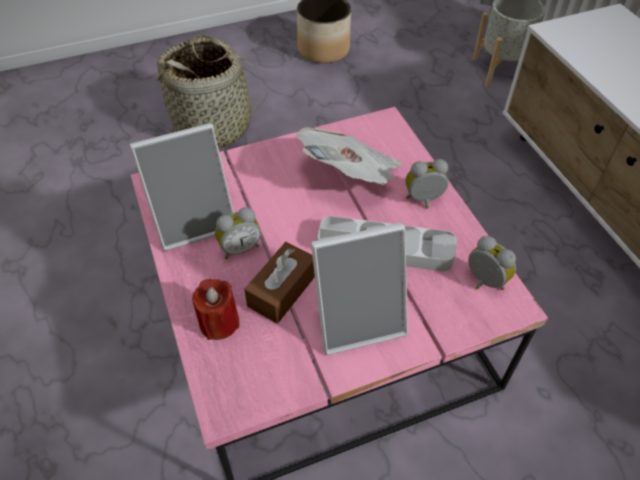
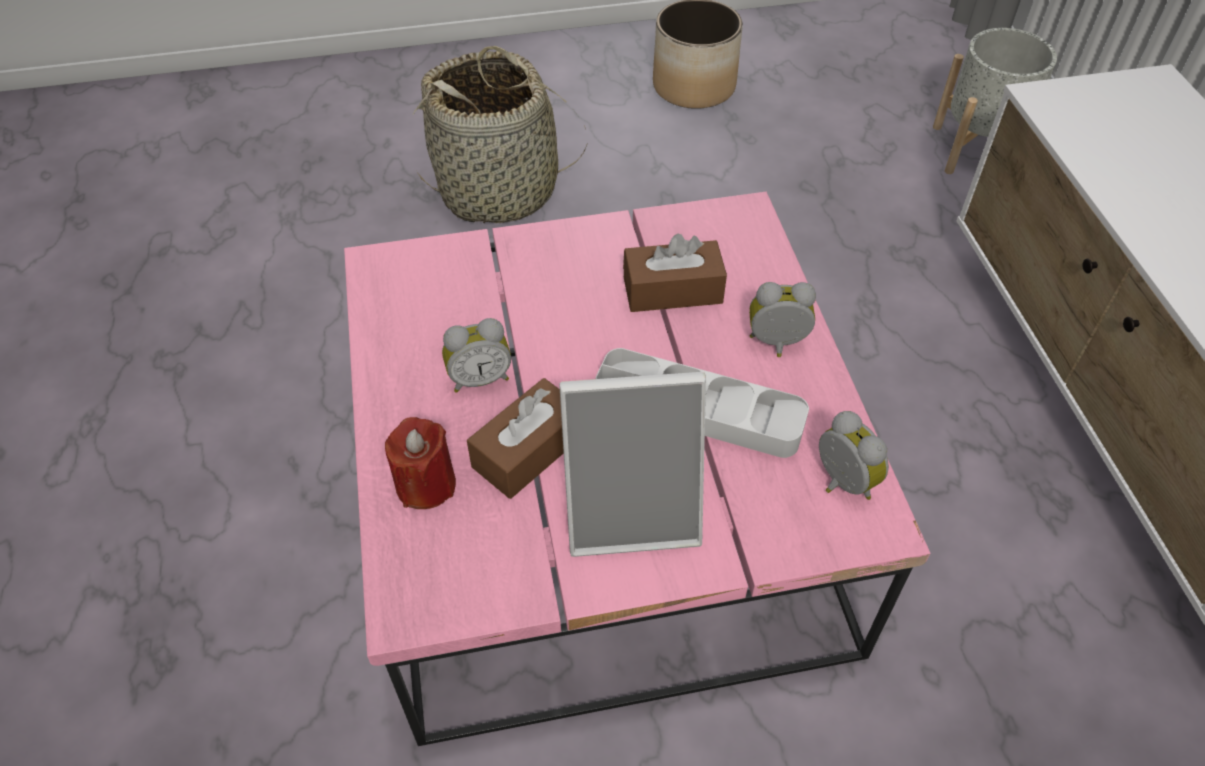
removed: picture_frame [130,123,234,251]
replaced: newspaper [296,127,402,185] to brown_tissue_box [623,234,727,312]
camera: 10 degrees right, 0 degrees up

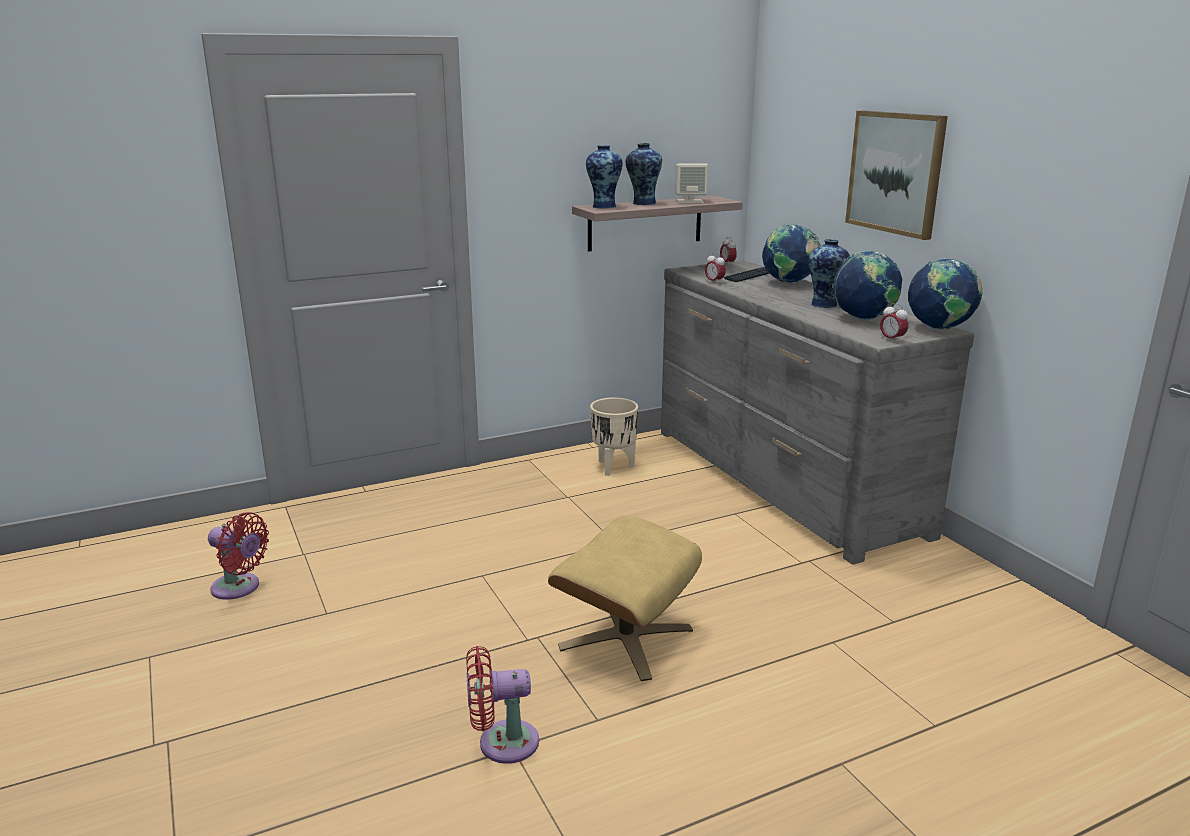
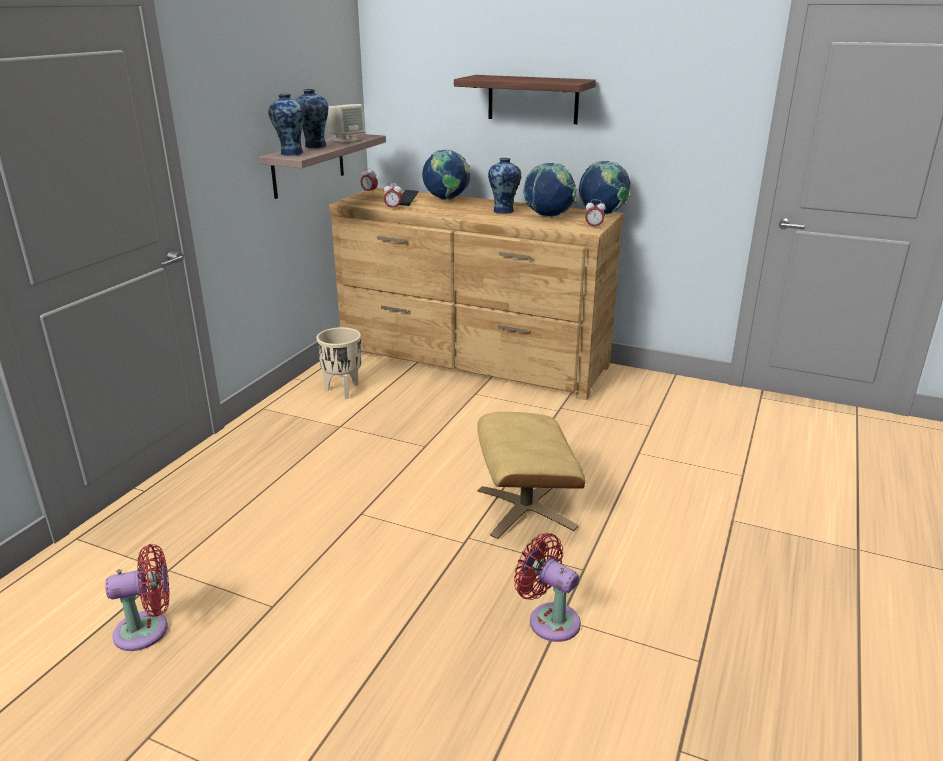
replaced: picture [845,111,948,240] to shelf [454,75,596,124]
recoloured: grey_dresser [661,260,974,565] to brown_dresser [329,187,624,400]
turned: red_fan [466,646,539,764] = [514,533,581,642] 90 degrees clockwise
camera: 40 degrees left, 5 degrees up

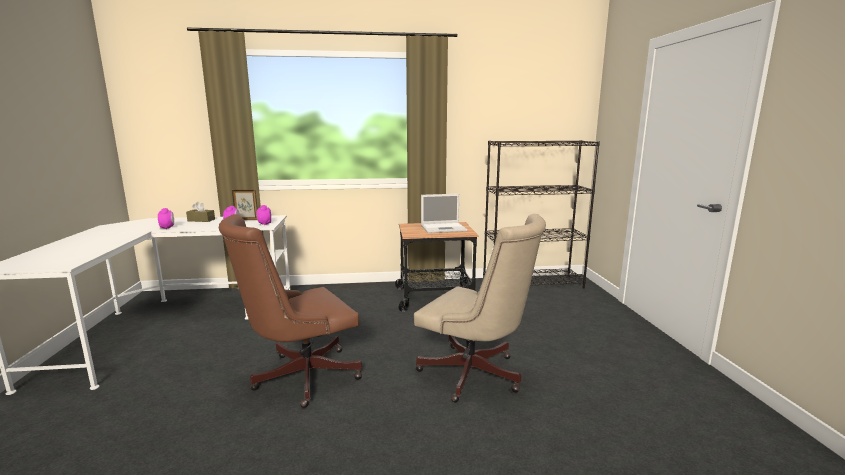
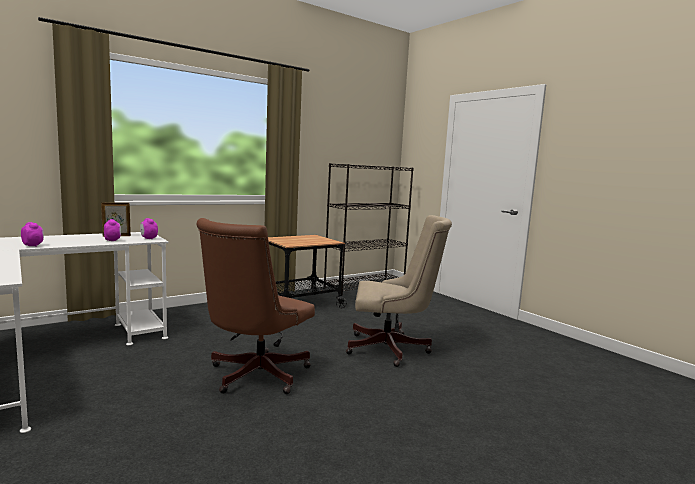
removed: brown_tissue_box [186,202,215,222]; laptop [421,194,467,233]
camera: 30 degrees left, 5 degrees down

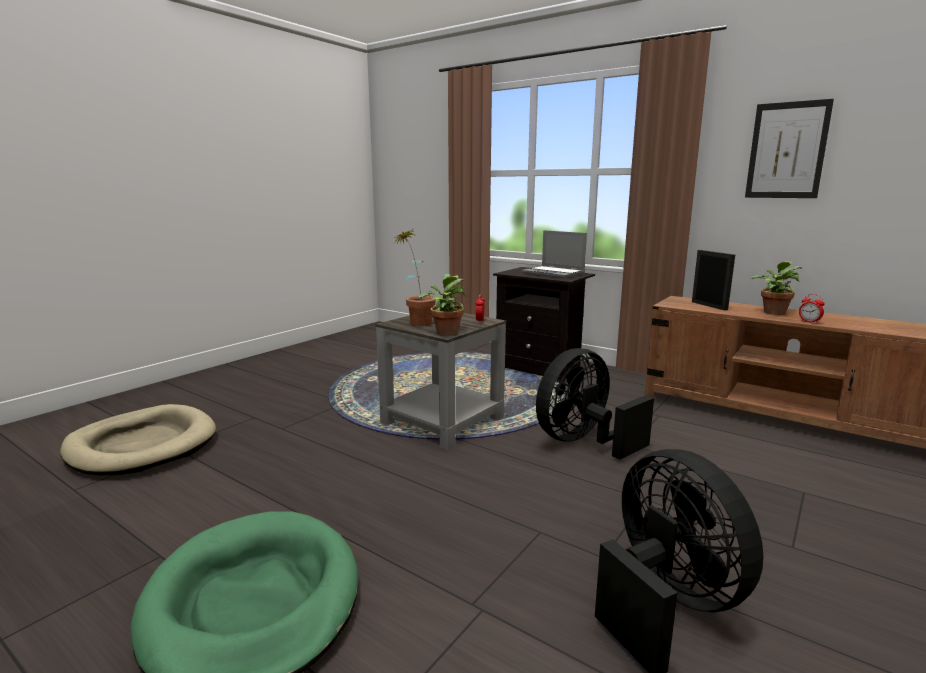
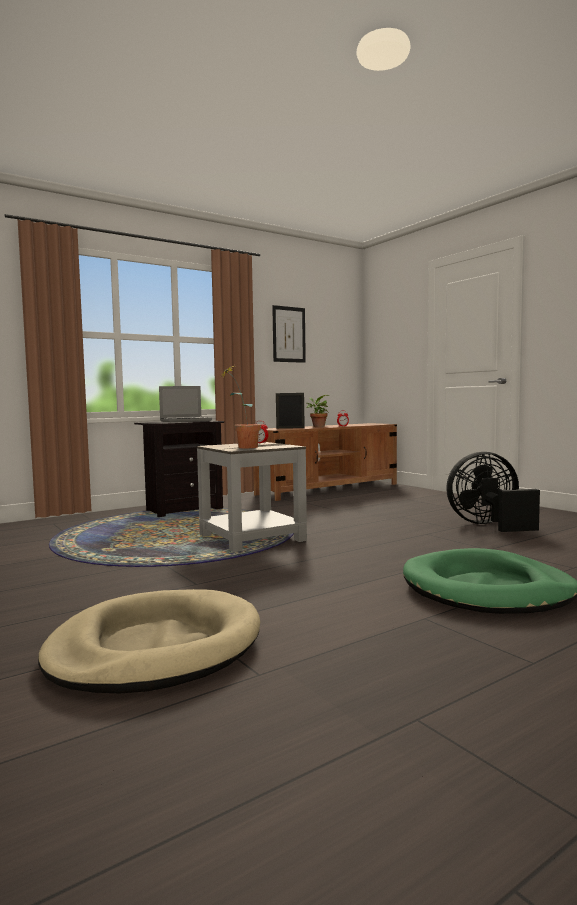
removed: potted_plant [418,274,466,336]; black_fan [536,348,654,460]
camera: 70 degrees left, 10 degrees down

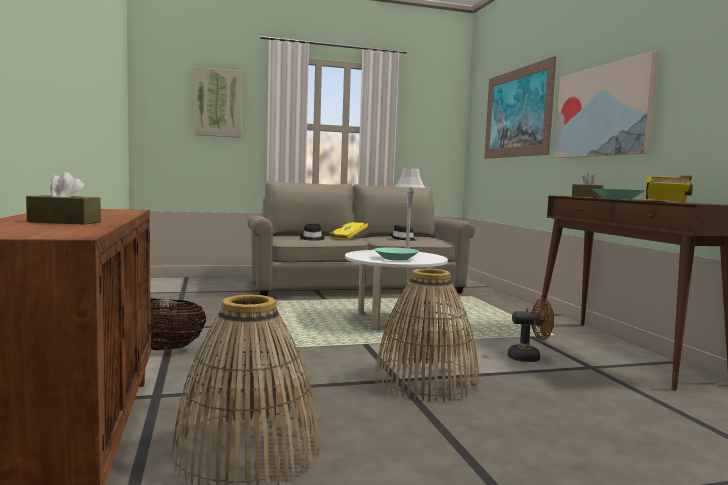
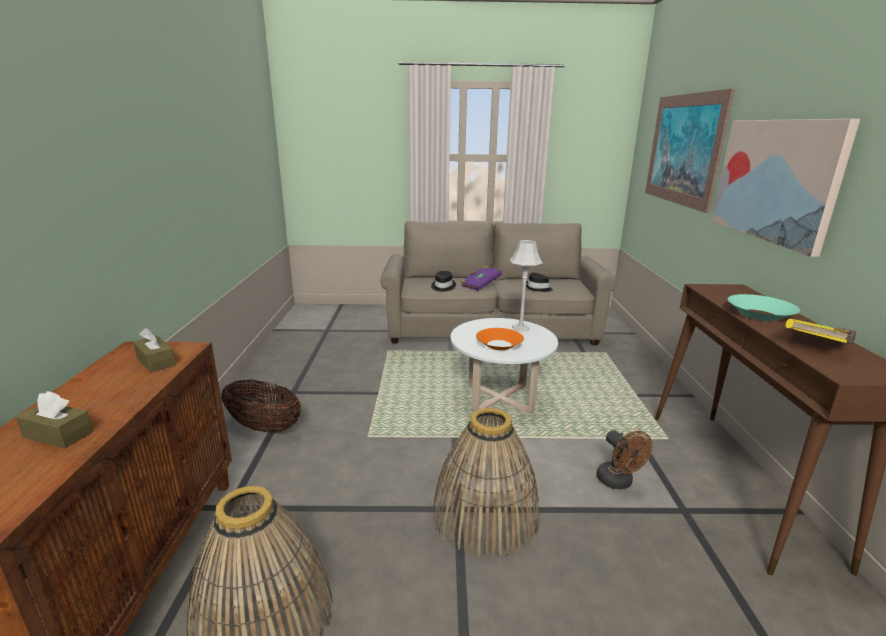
removed: picture [195,67,242,138]
moved: brown_tissue_box [572,173,604,197] to [133,328,176,372]
recoloured: yellow_book [329,221,368,240] to purple_book [461,266,502,291]; turquoise_bowl [374,247,419,261] to orange_bowl [476,328,524,350]
turned: brown_fan [508,298,554,362] = [596,430,653,490] 45 degrees clockwise
camera: 15 degrees right, 15 degrees up

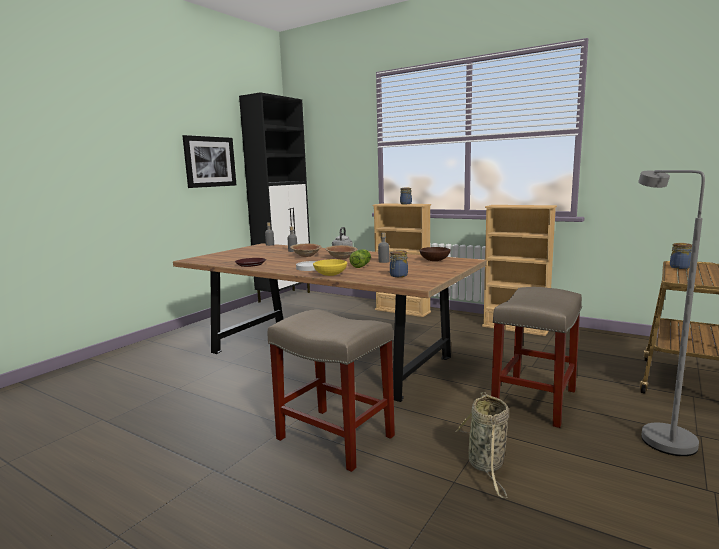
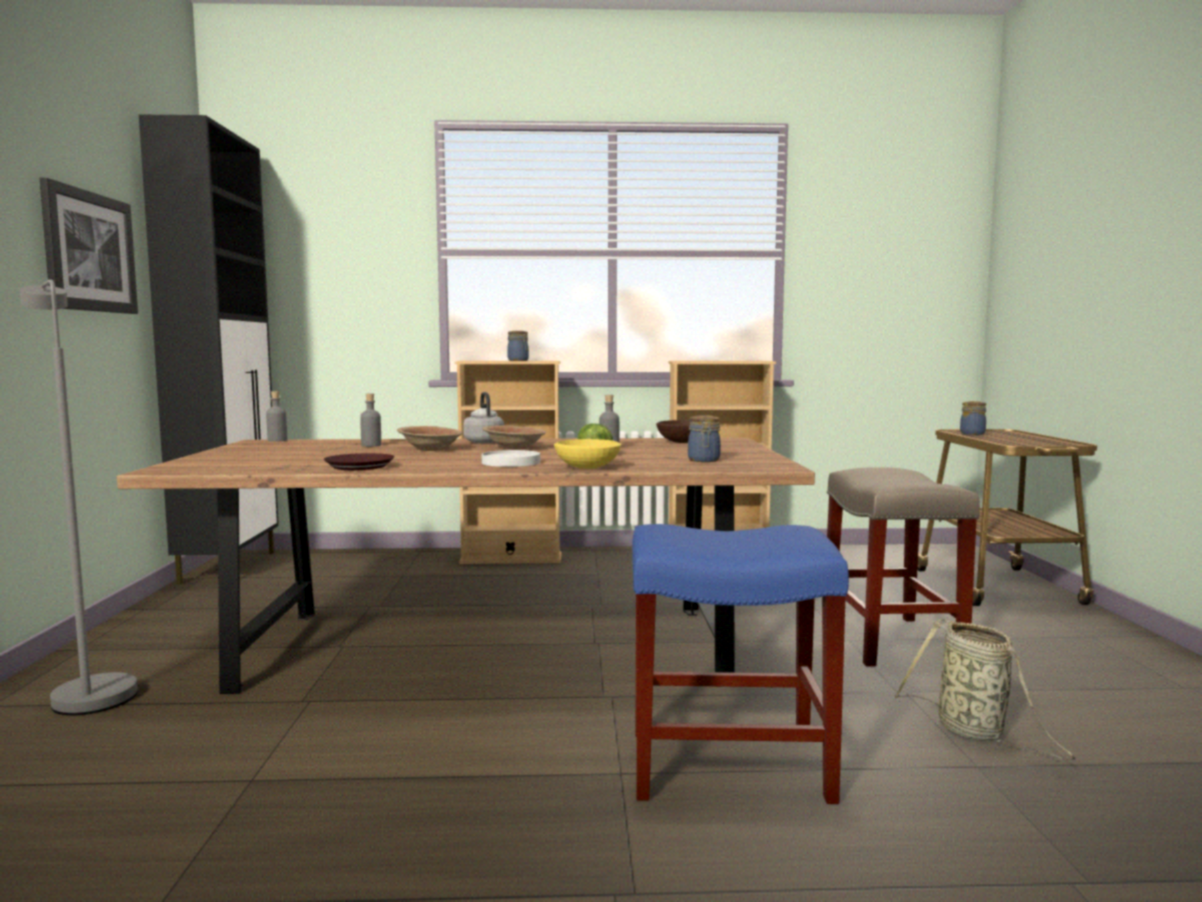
moved: grey_floor_lamp [638,170,705,456] to [20,279,138,716]
recoloured: beige_stool [267,309,395,472] to blue_stool [632,524,849,804]
camera: 35 degrees left, 5 degrees down

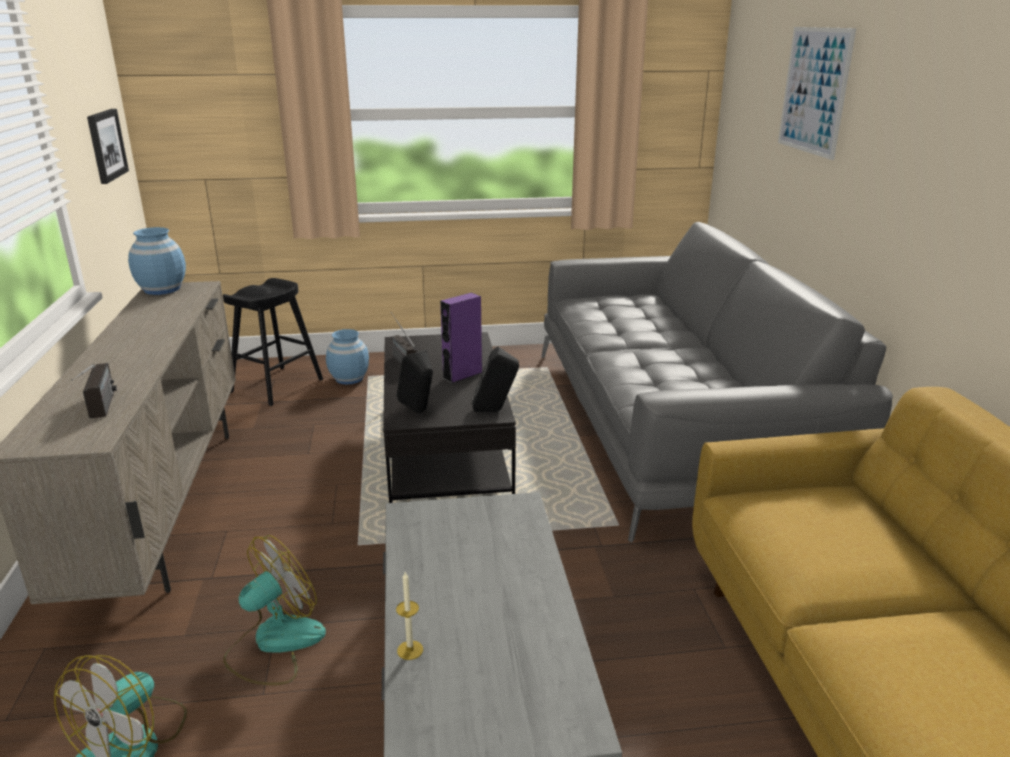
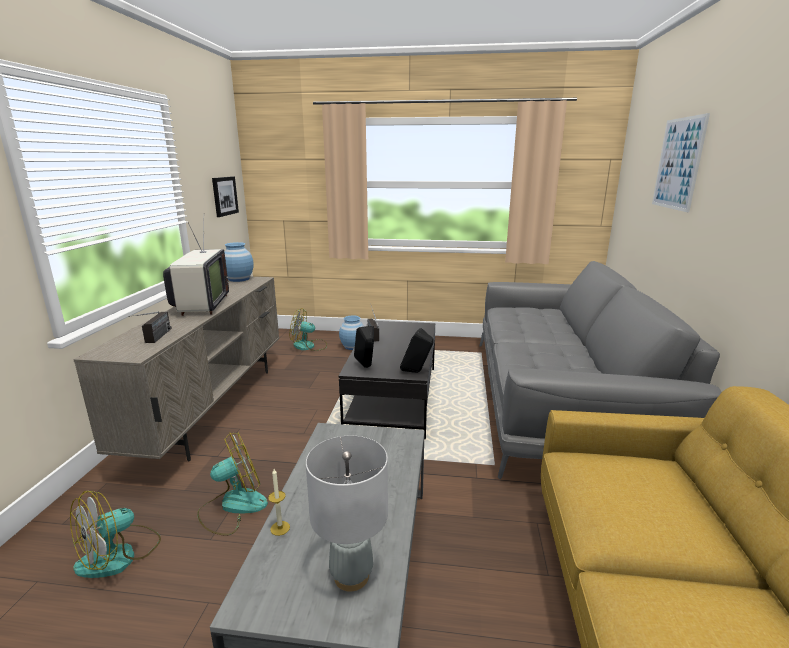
removed: purple_speaker [440,293,482,383]
added: television [163,223,229,316]; grey_table_lamp [306,436,388,592]
replaced: black_stool [223,278,323,406] to fan [290,308,327,351]
camera: 15 degrees right, 5 degrees down

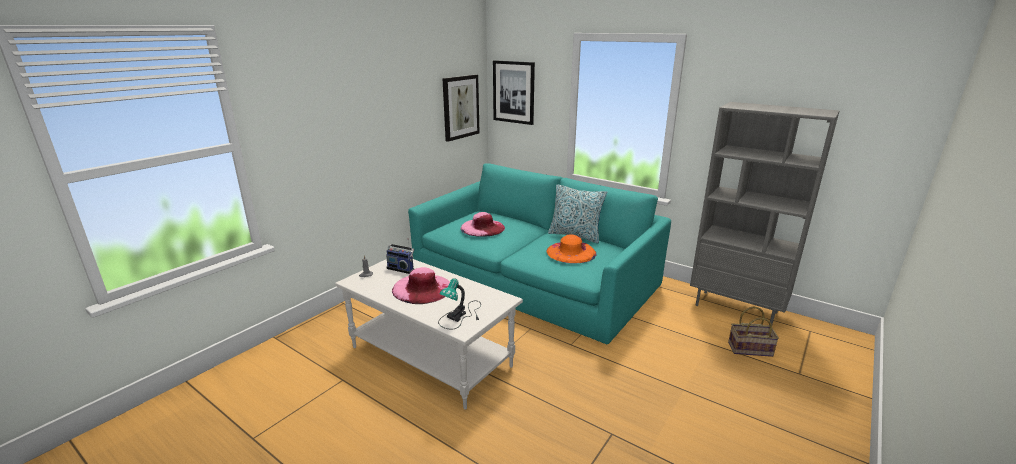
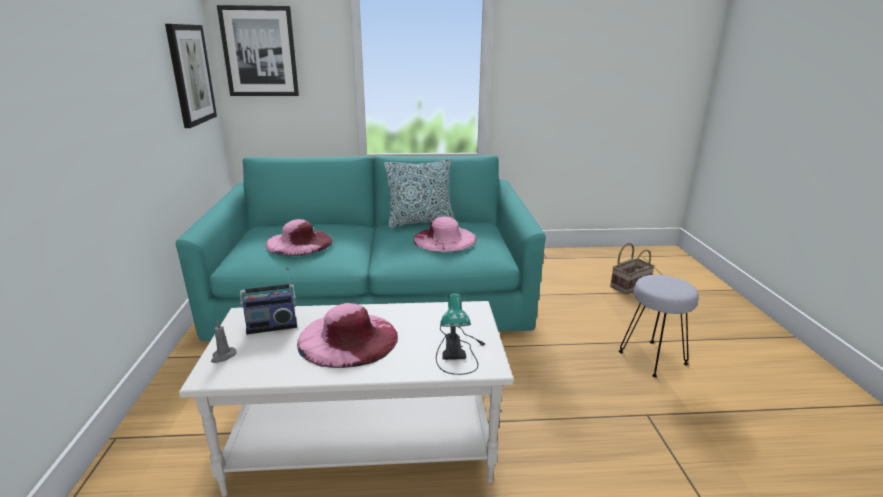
removed: grey_bookcase [690,102,840,326]
added: grey_stool [619,275,699,377]
recoloured: orange_hat [546,234,597,264] to pink_hat [413,216,477,252]
camera: 40 degrees left, 0 degrees up

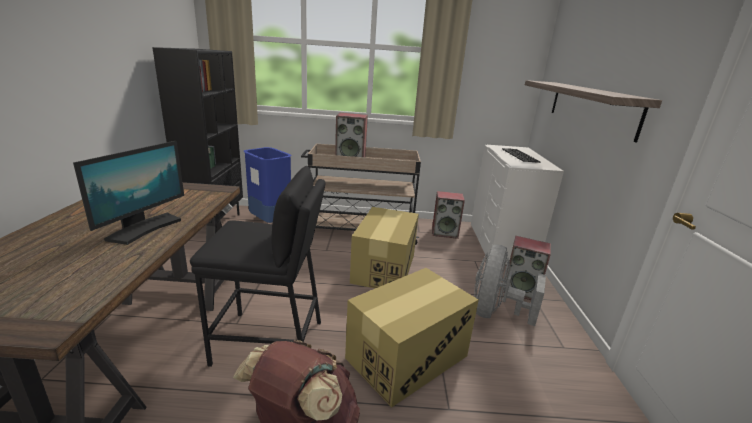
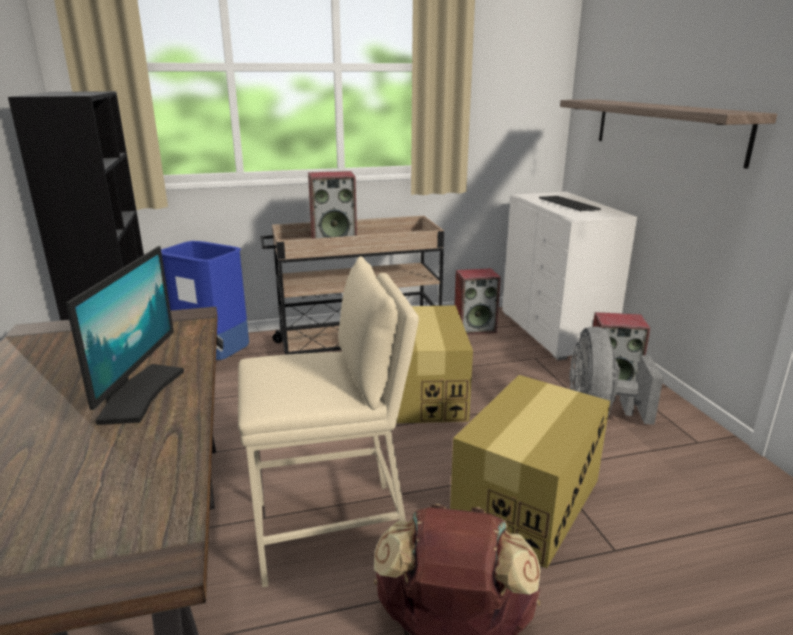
recoloured: black_stool [190,166,325,367] to beige_stool [238,256,419,587]
camera: 15 degrees left, 0 degrees up

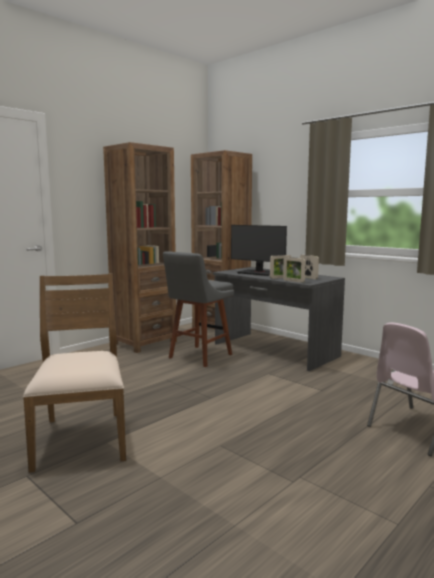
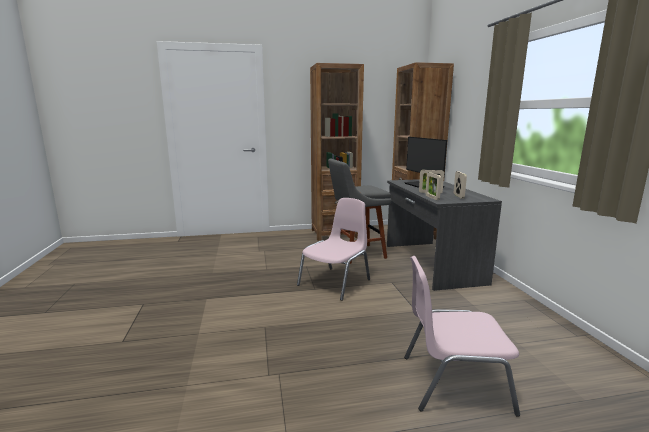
removed: brown_chair [23,274,126,473]
added: pink_chair [297,198,370,301]
camera: 35 degrees right, 5 degrees up

